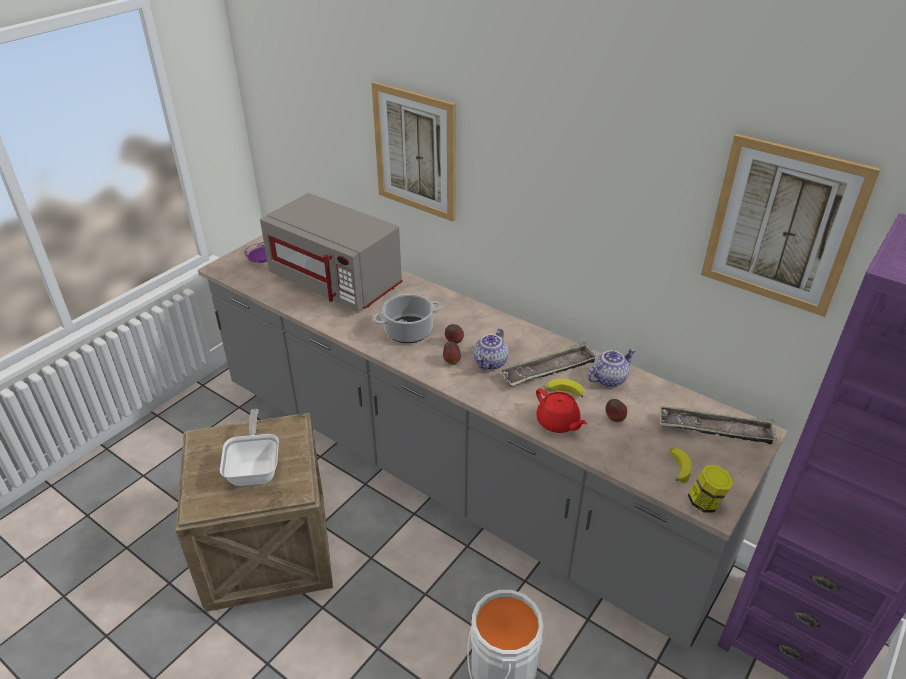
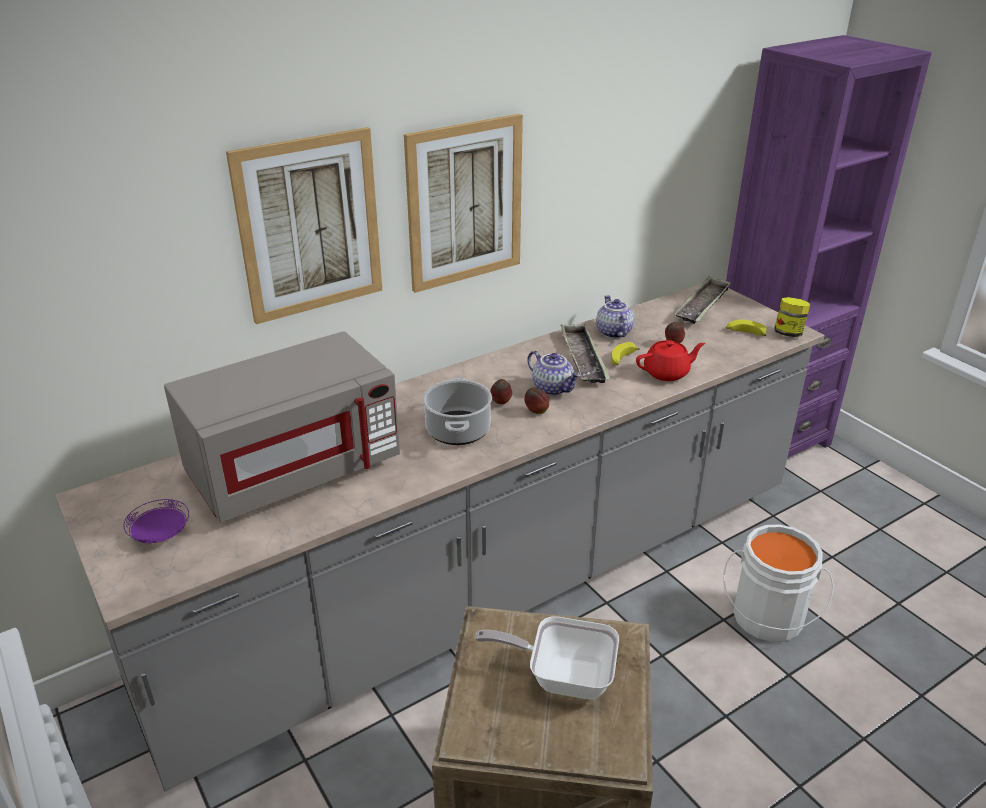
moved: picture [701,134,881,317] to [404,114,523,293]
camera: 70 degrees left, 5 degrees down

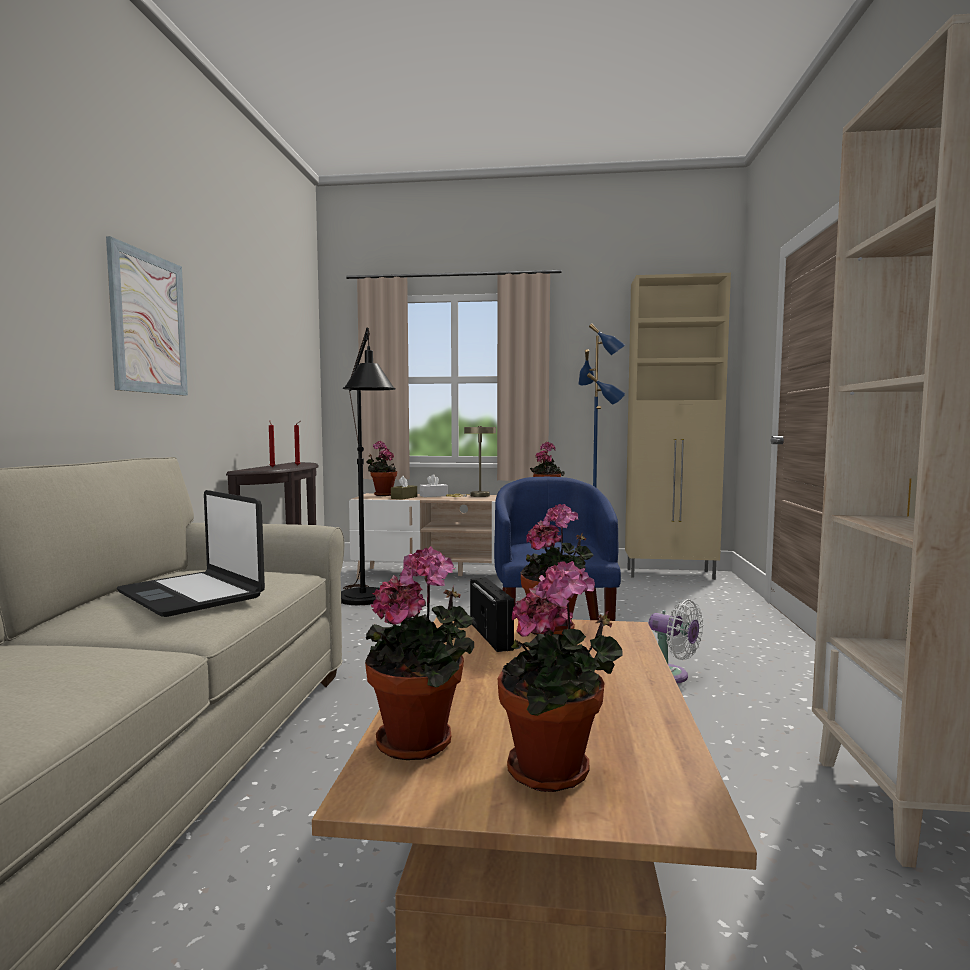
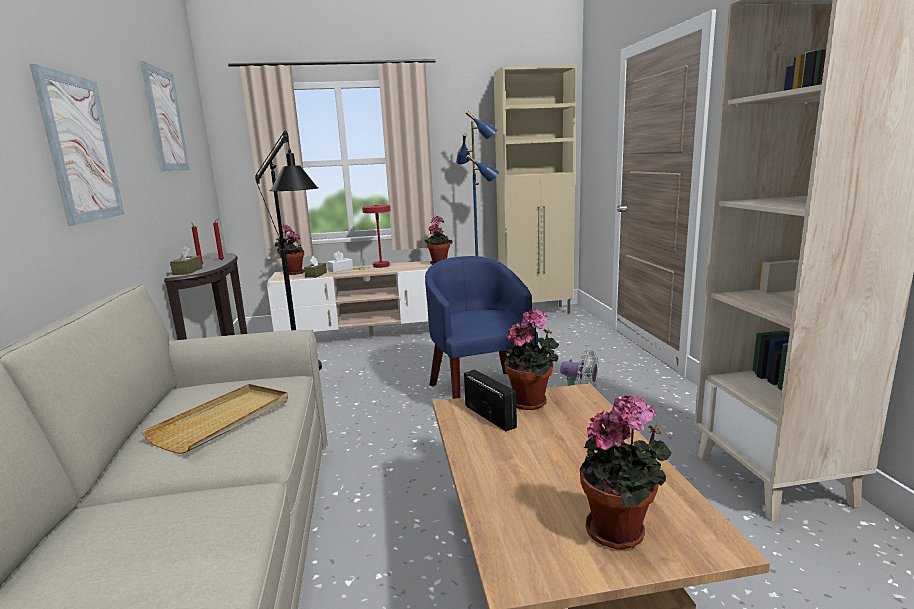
removed: potted_plant [365,547,474,760]
added: picture [140,61,190,171]; brown_tissue_box [170,246,202,275]
replaced: laptop [117,490,265,617] to beige_tray [141,384,288,454]
recoloured: beige_table_lamp [446,426,496,497] to red_table_lamp [353,205,391,270]
camera: 15 degrees left, 10 degrees up

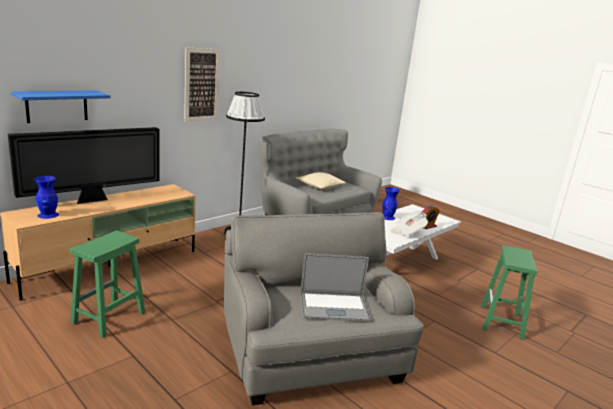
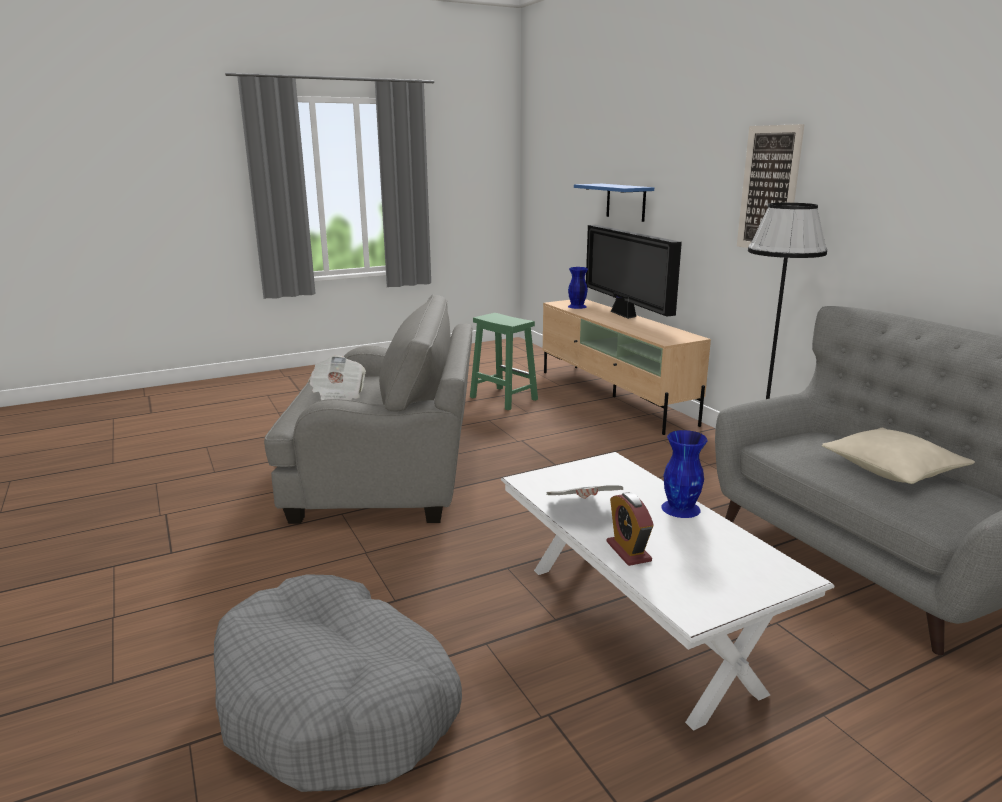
replaced: green_stool [481,245,538,340] to grey_dog_bed [214,574,462,792]; laptop [300,253,371,322] to newspaper [308,356,366,400]
camera: 110 degrees right, 0 degrees up

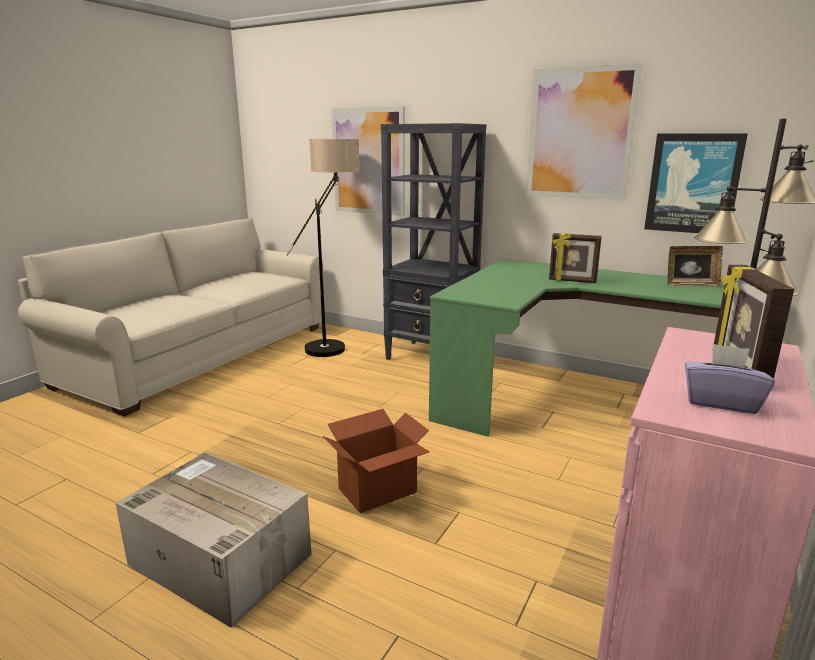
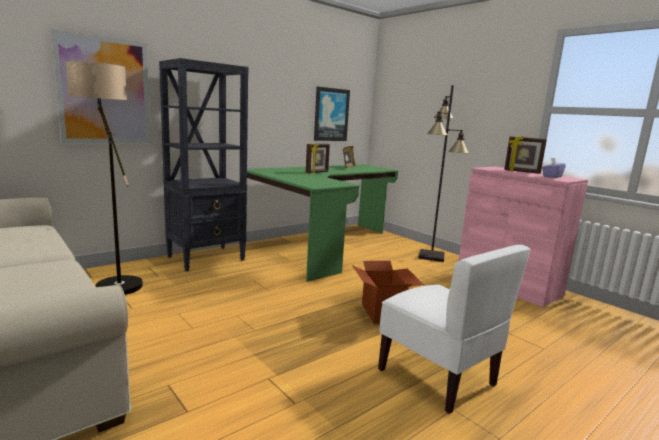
removed: picture [526,63,642,201]
replaced: cardboard_box [116,452,311,628] to white_chair [378,245,530,414]
camera: 70 degrees left, 5 degrees down

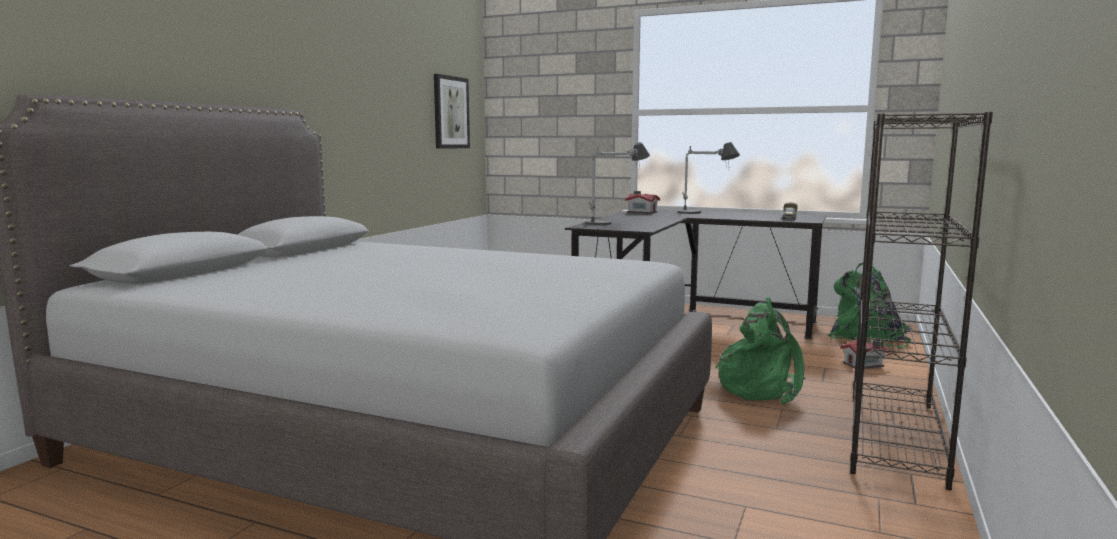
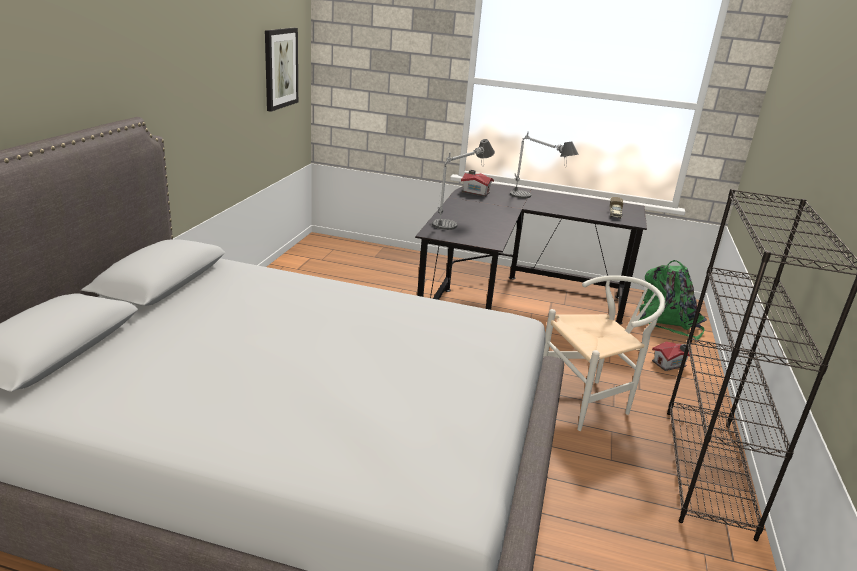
replaced: green_backpack [715,297,805,404] to white_chair [543,275,665,431]
camera: 10 degrees left, 15 degrees up

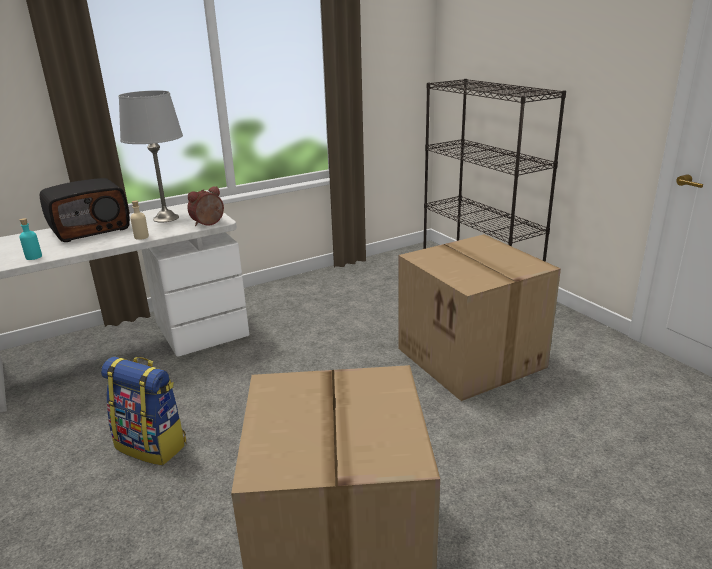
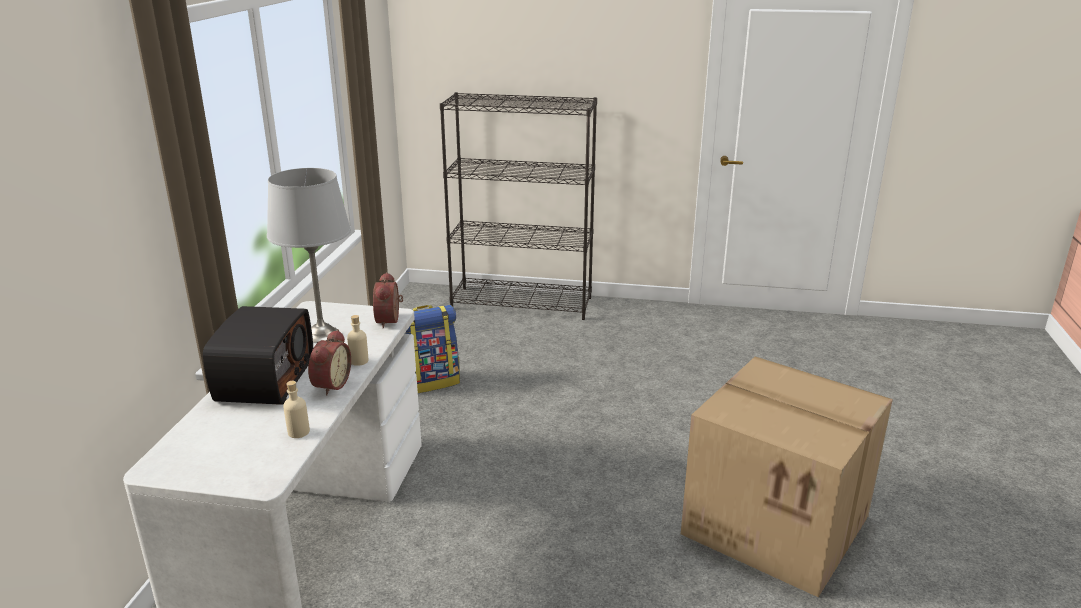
removed: cardboard_box [398,234,561,401]
added: alarm_clock [308,329,351,396]
moved: backpack [101,356,187,465] to [405,305,460,393]
recoloured: turquoise_bottle [19,218,42,260] to beige_bottle [283,381,310,438]
camera: 50 degrees left, 0 degrees up

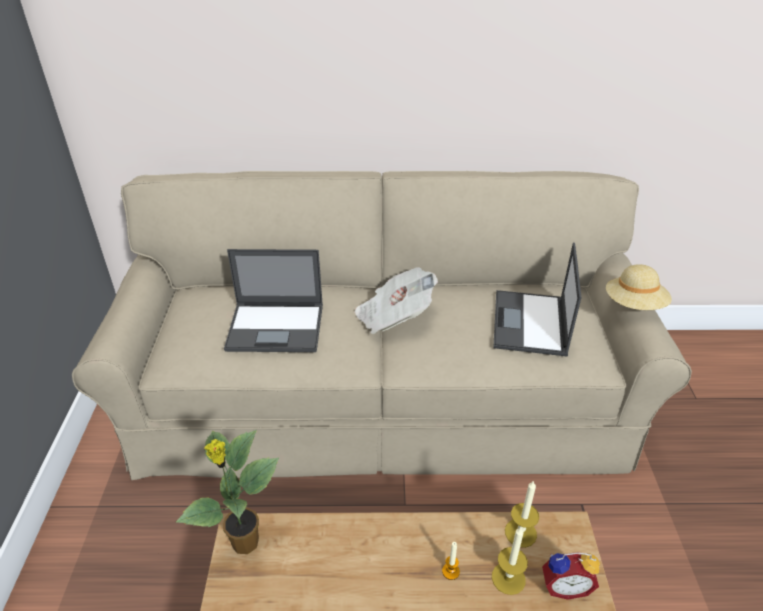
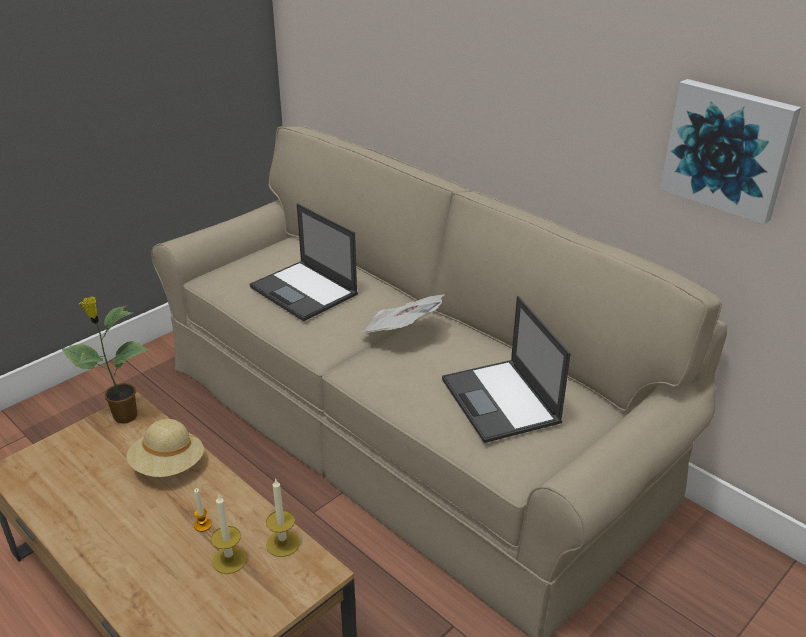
removed: alarm_clock [542,552,600,600]
added: picture [660,79,801,225]
moved: beige_hat [606,264,672,310] to [127,419,204,477]
turned: laptop [493,242,582,357] = [442,296,571,443] 75 degrees counterclockwise
camera: 45 degrees right, 5 degrees down

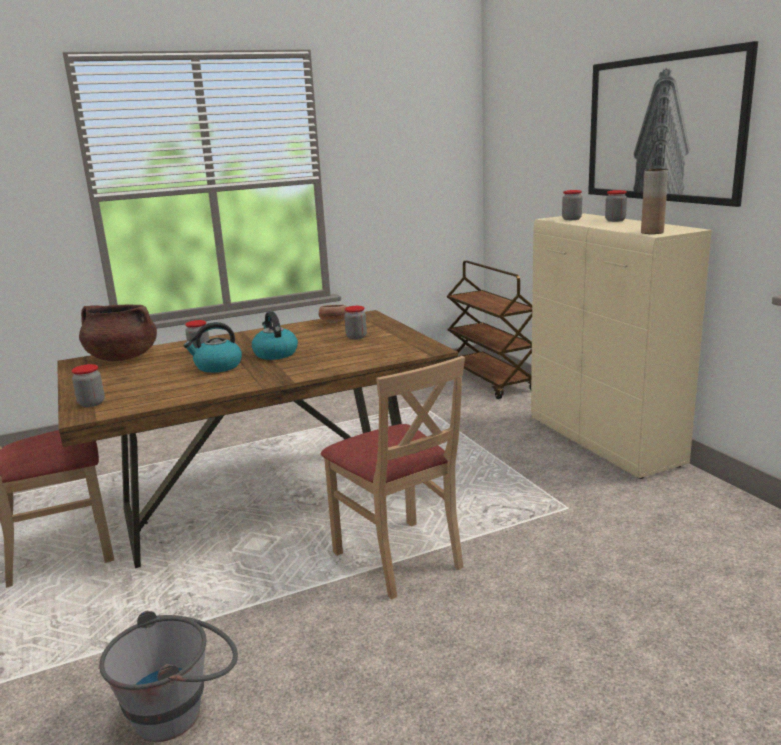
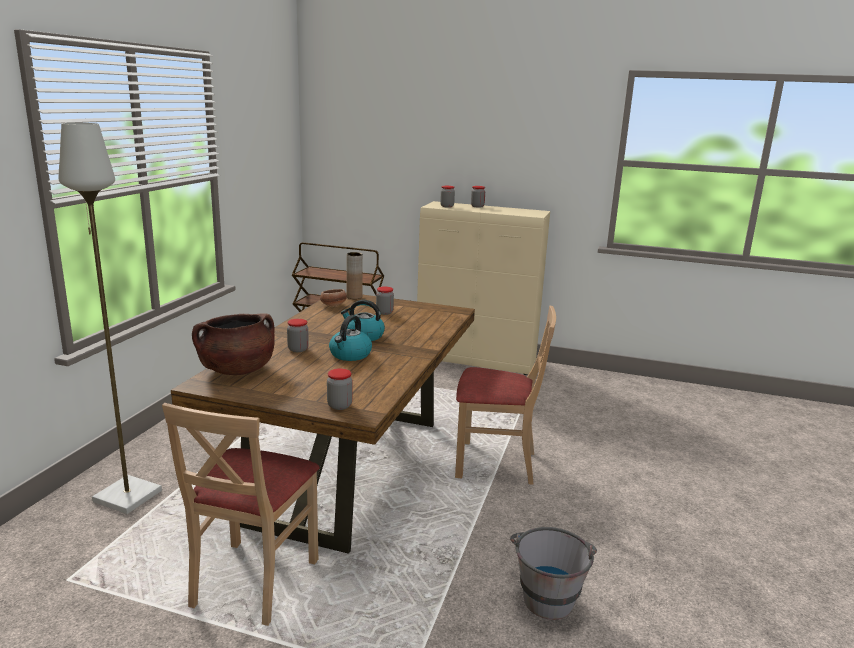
removed: picture [588,41,758,207]
added: grey_floor_lamp [59,123,162,514]
moved: brown_vase [641,169,668,234] to [346,252,363,299]
camera: 50 degrees left, 0 degrees up

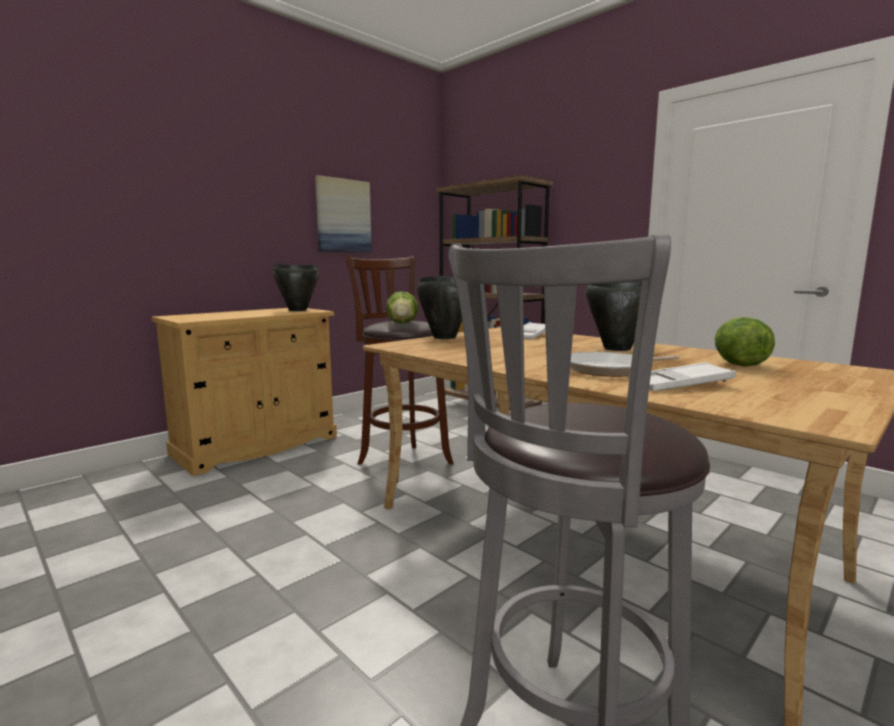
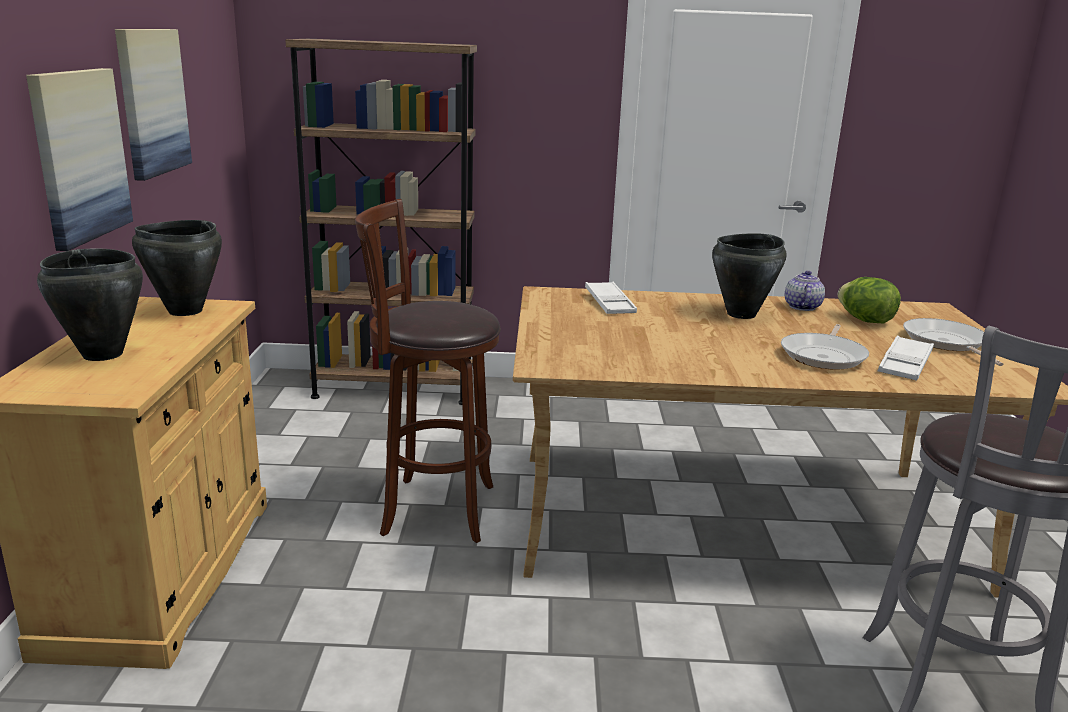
removed: lettuce [386,291,418,324]
added: picture [26,68,133,251]; teapot [785,271,825,311]; frying_pan [903,318,1003,366]
moved: black_cooking_pot [417,276,462,339] to [37,249,143,361]
camera: 45 degrees left, 10 degrees up

